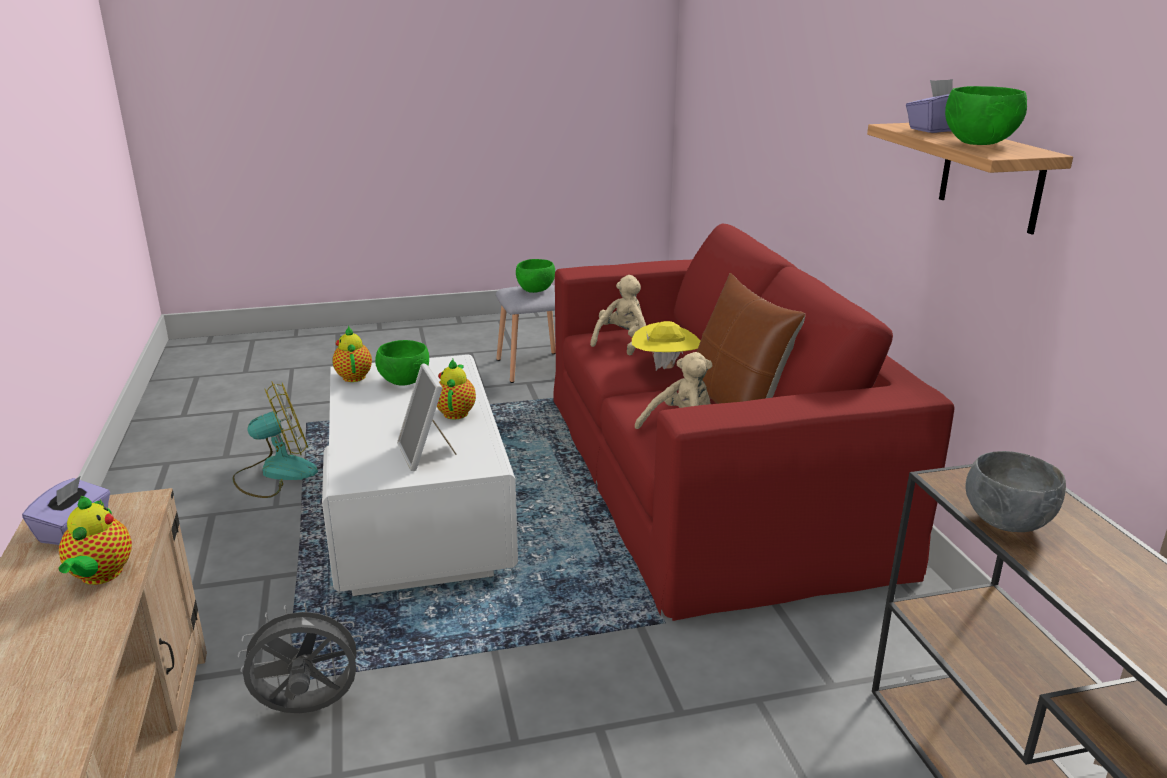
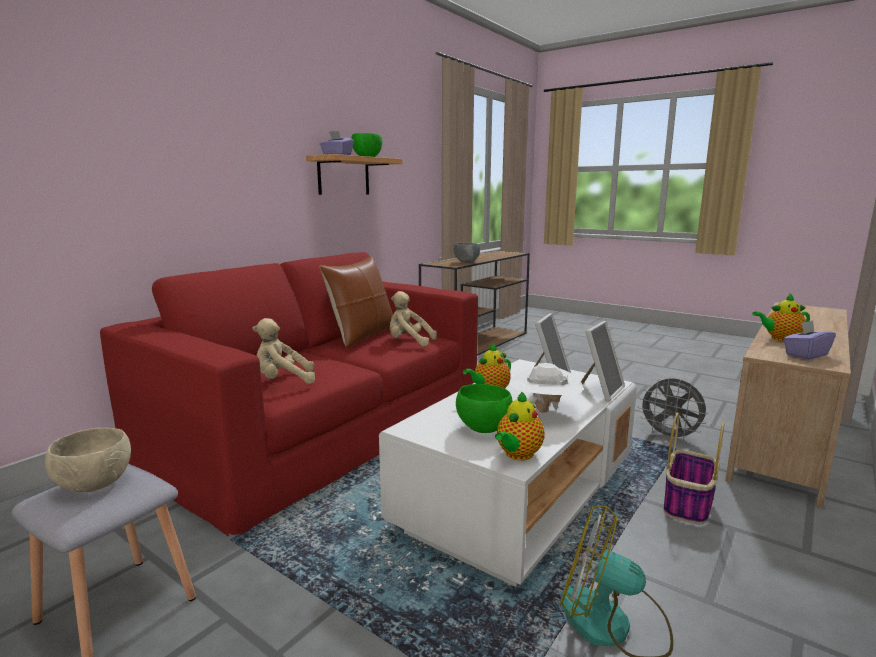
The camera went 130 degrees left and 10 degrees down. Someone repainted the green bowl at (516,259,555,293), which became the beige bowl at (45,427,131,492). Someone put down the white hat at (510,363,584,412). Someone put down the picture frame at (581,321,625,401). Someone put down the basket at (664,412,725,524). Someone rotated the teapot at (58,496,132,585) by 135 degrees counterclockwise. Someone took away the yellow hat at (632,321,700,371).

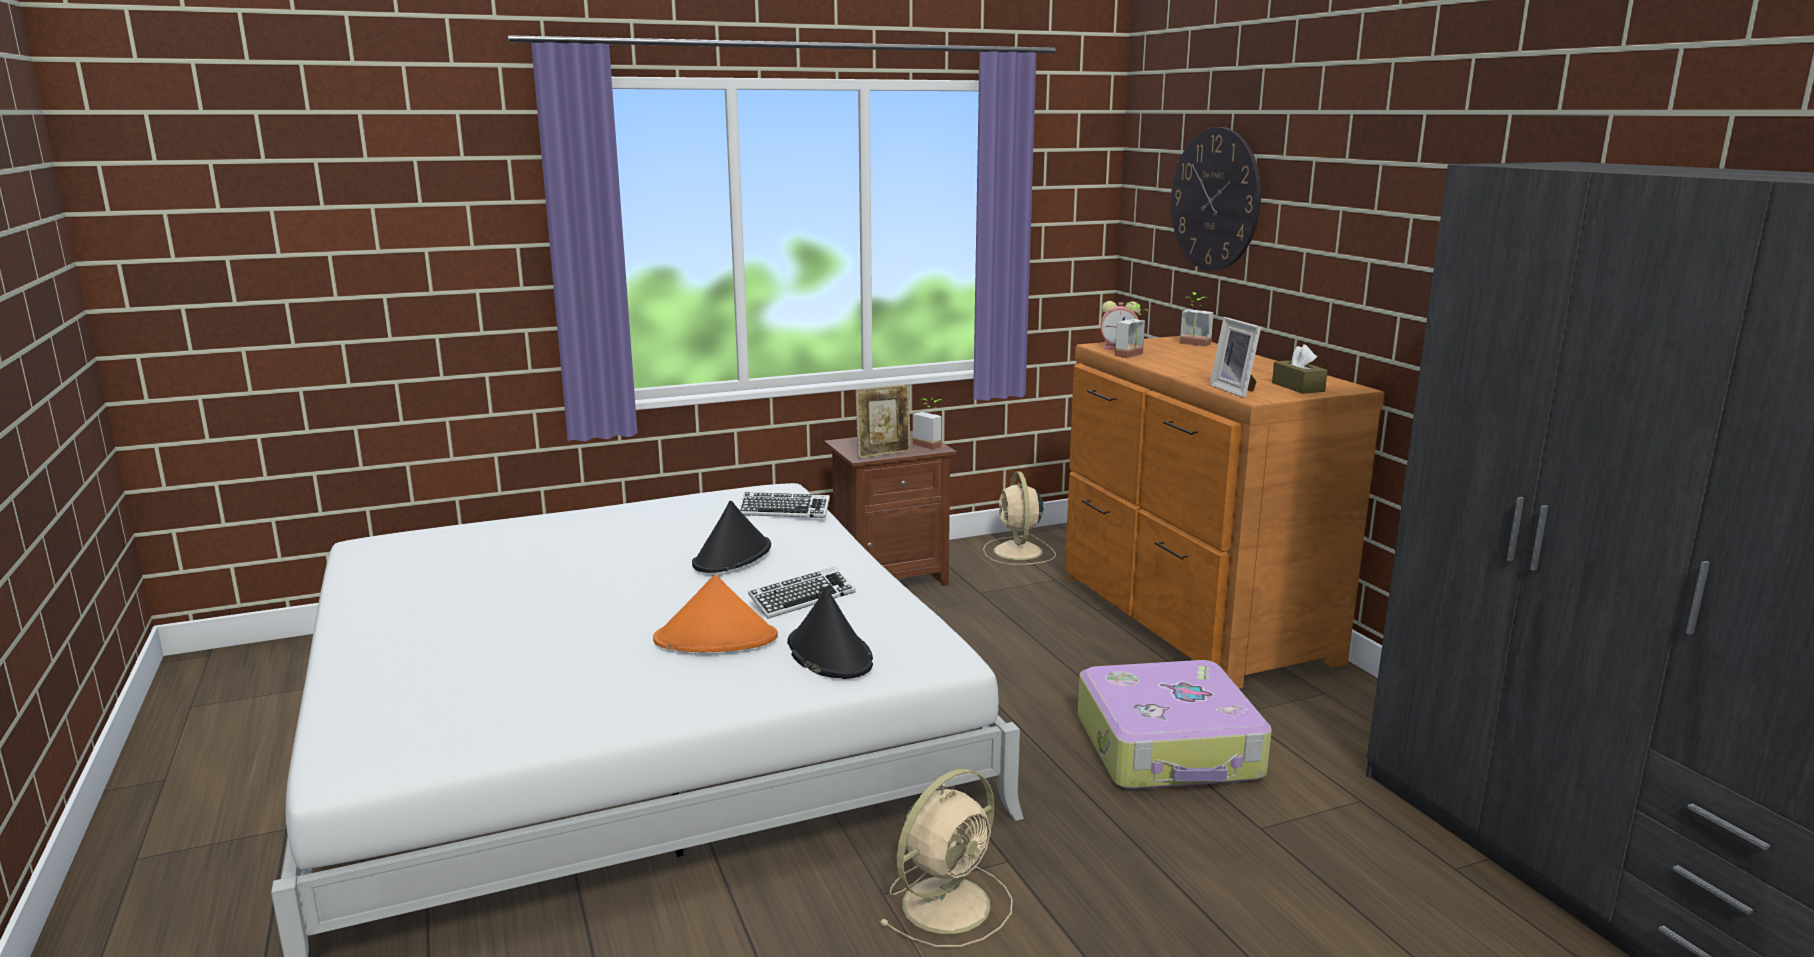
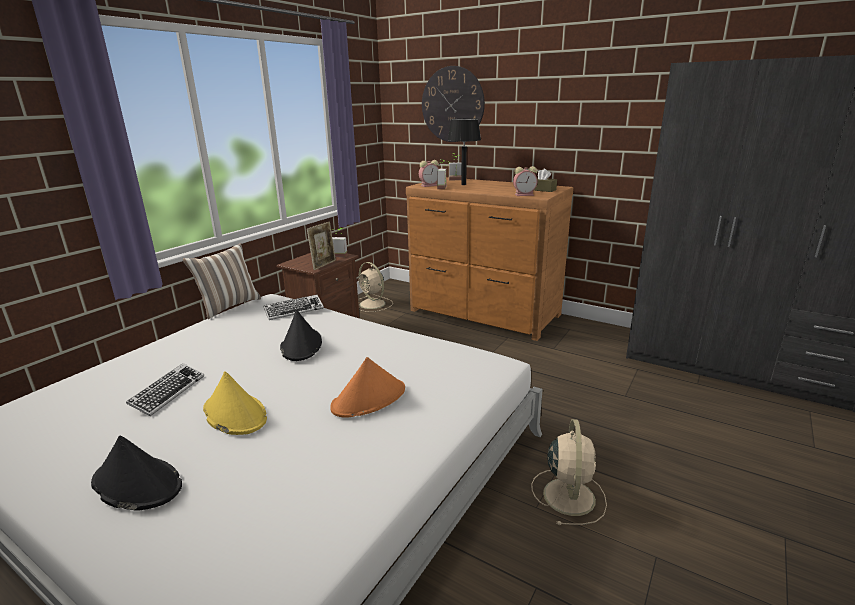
The camera went 35 degrees left and 5 degrees up. Someone carried the black hat from (787,588,873,679) to (91,436,182,511). Someone carried the keyboard from (748,567,855,619) to (126,363,204,416). Someone put down the pillow at (183,243,261,319). Someone put down the yellow hat at (203,372,267,435). Someone put down the black table lamp at (448,118,481,185). Someone swapped the picture frame at (1209,317,1261,398) for the alarm clock at (513,166,537,196). Someone took away the suitcase at (1078,660,1272,789).

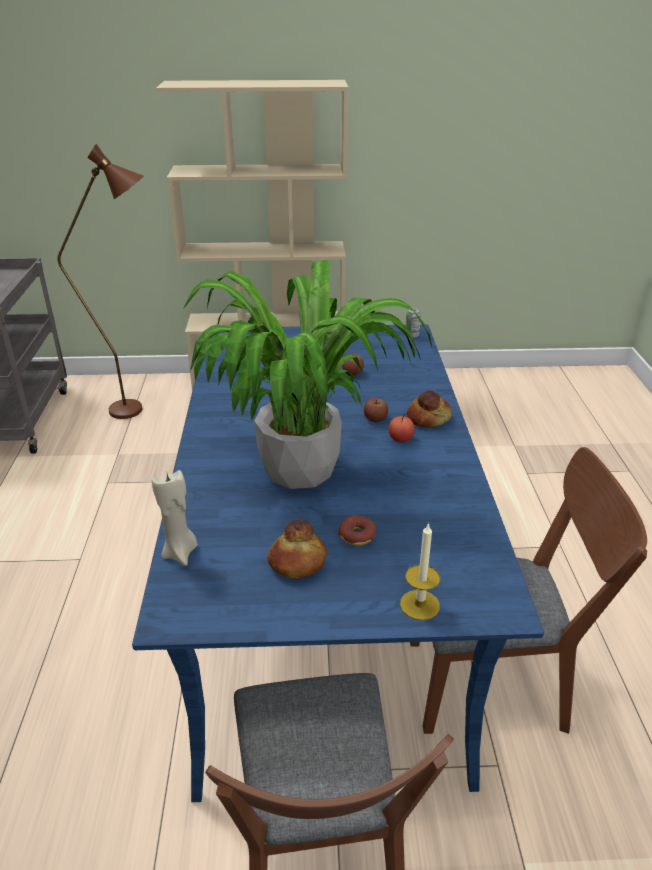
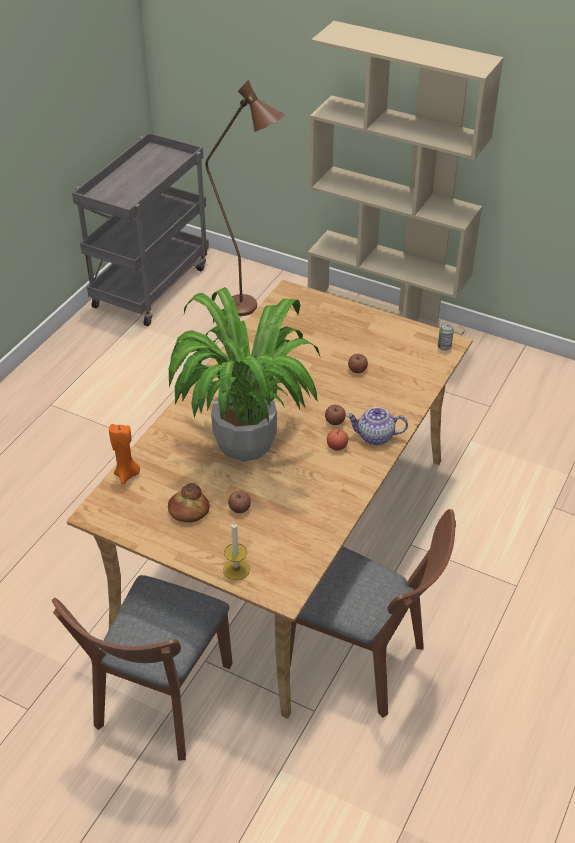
The camera went 30 degrees right and 10 degrees up. Someone repainted the blue dining table at (132,324,544,802), which became the beige dining table at (66,280,473,719). Someone repainted the beige candle at (152,470,198,566), which became the orange candle at (109,424,140,485). Someone swapped the donut at (338,515,376,546) for the apple at (228,491,251,513). Someone swapped the bread at (407,390,452,428) for the teapot at (346,407,408,445).

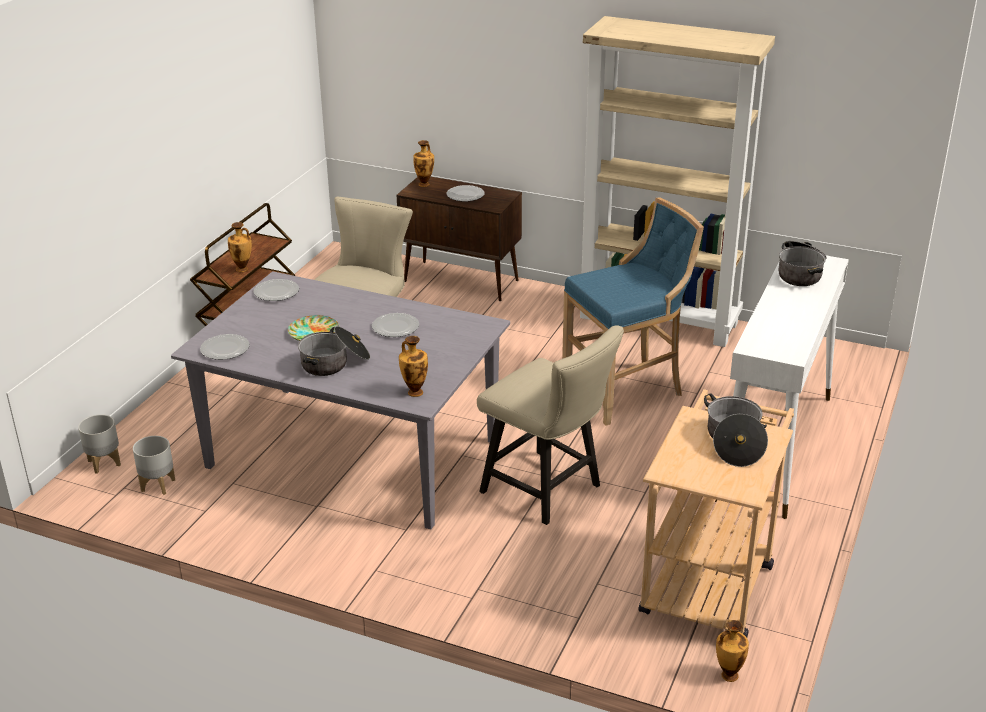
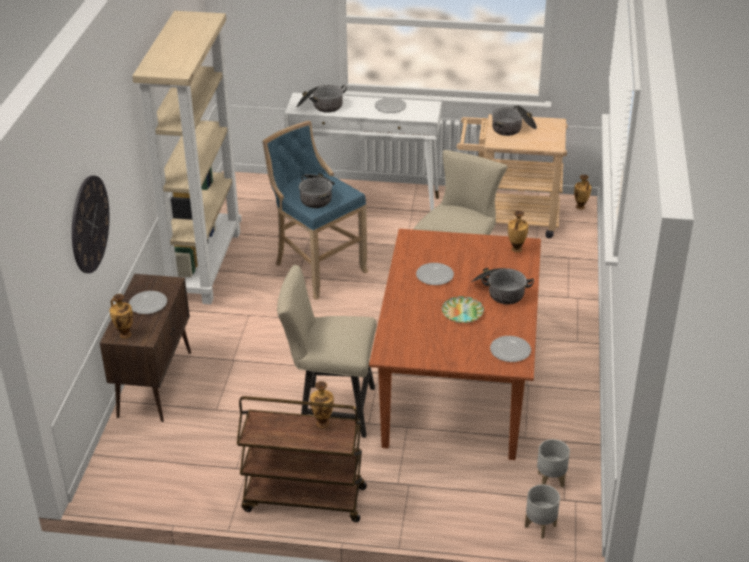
The camera went 105 degrees left and 5 degrees up. Someone put up the wall clock at (72,175,110,273). Someone put down the cooking pot at (299,173,335,208). Someone repainted the grey dining table at (171,271,510,529), which became the brown dining table at (369,229,541,460). Someone carried the plate from (254,279,299,301) to (375,97,406,113).

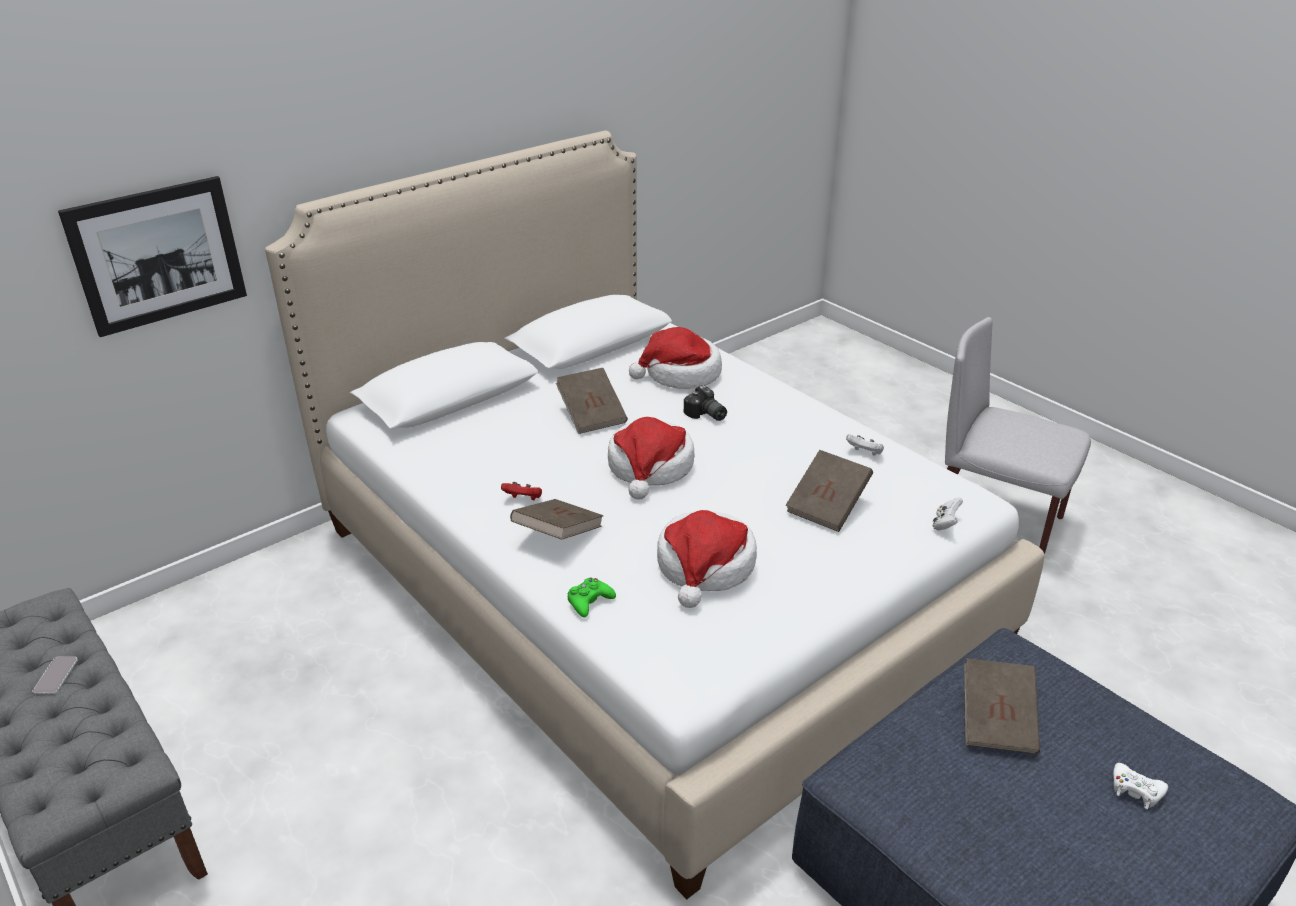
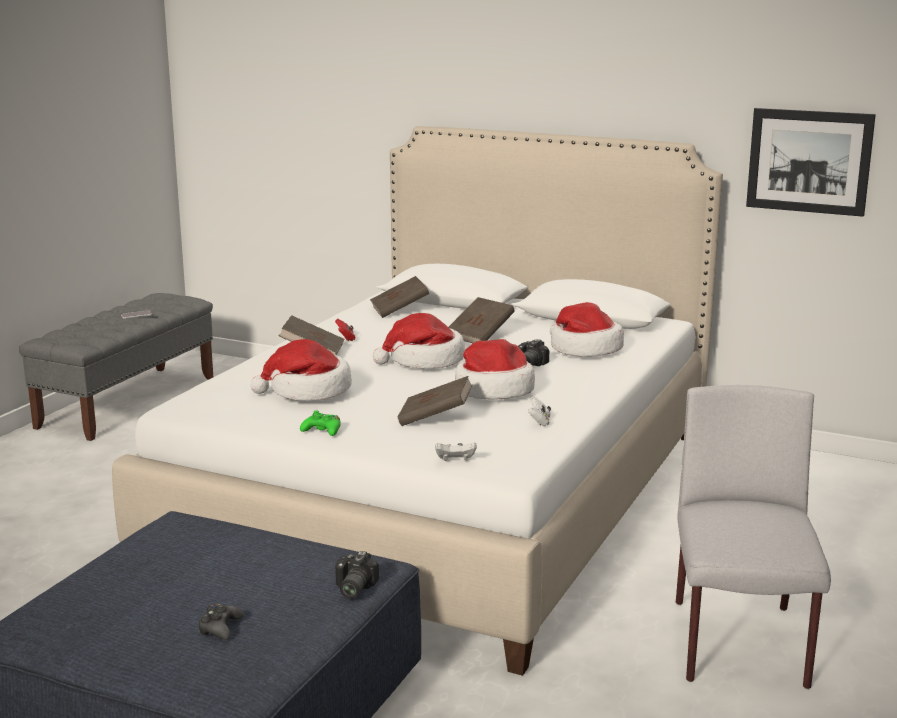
The camera went 65 degrees right and 15 degrees down. Someone repainted the white game controller at (1113,763,1168,809), which became the black game controller at (198,604,244,640). Someone carried the green game controller from (568,577,616,617) to (300,411,341,436). Someone put down the photo camera at (335,551,379,599). Someone carried the brown book from (964,658,1040,754) to (370,276,429,318). Someone put down the hat at (455,339,535,399). Someone carried the picture from (58,176,247,337) to (746,108,876,217).

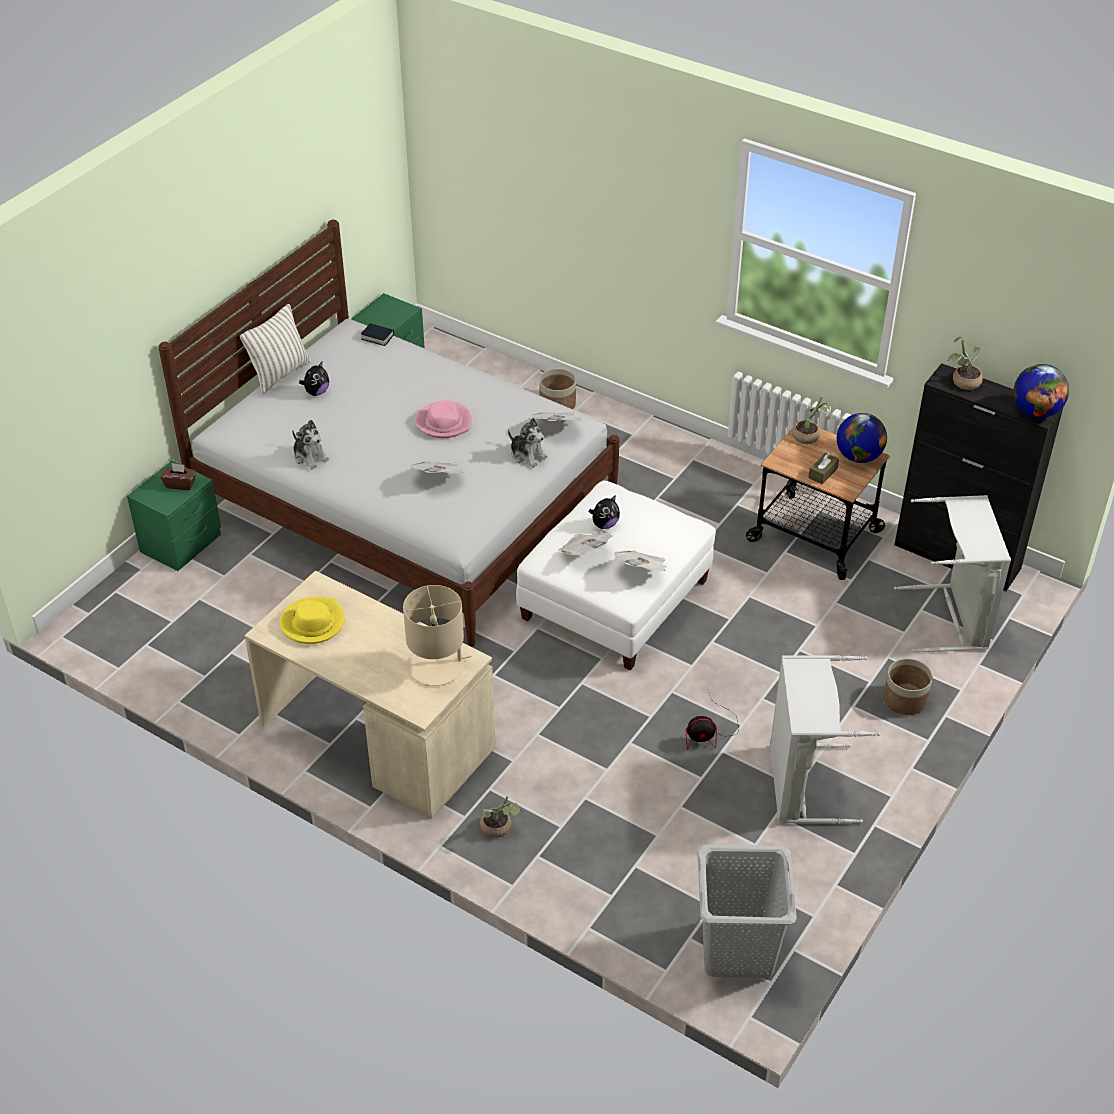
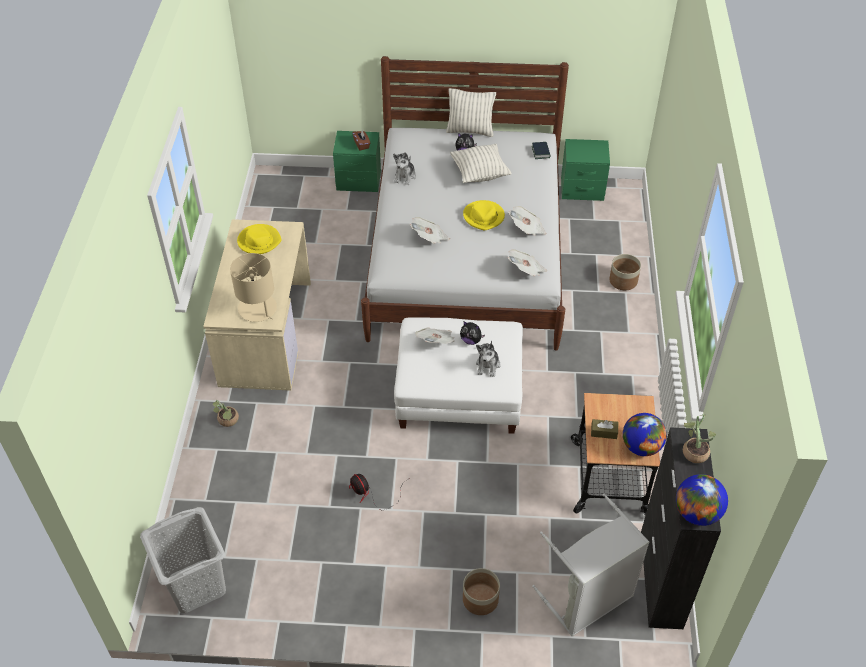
The camera went 60 degrees right and 5 degrees up. Someone put down the pillow at (450,144,511,183). Someone repainted the pink hat at (415,400,472,438), which became the yellow hat at (463,200,505,230). Someone carried the plush toy from (508,418,548,468) to (476,341,500,377). Someone carried the newspaper from (614,550,667,571) to (509,206,547,236). Someone took away the grey laundry basket at (770,655,881,824). Someone took away the potted plant at (792,396,830,444).

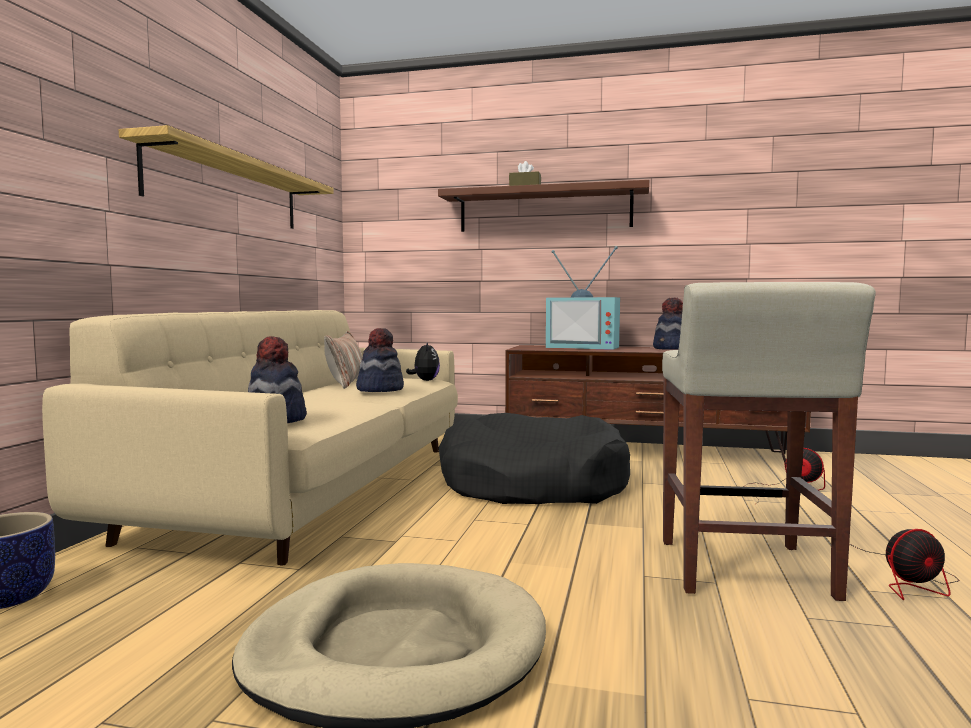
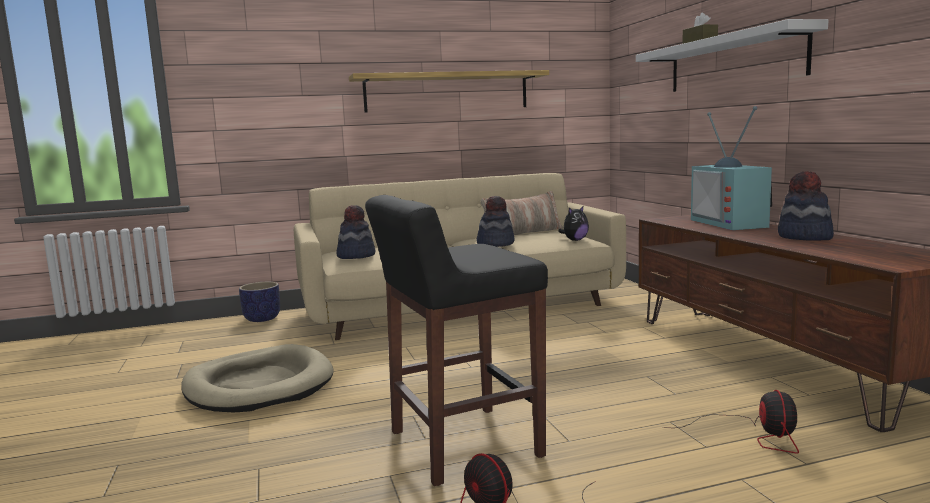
The camera went 60 degrees right and 5 degrees up. Someone repainted the beige stool at (662,282,876,601), which became the black stool at (365,195,548,486). Someone repainted the brown shelf at (438,180,649,232), which became the white shelf at (636,19,828,92). Someone took away the black dog bed at (439,413,630,504).

